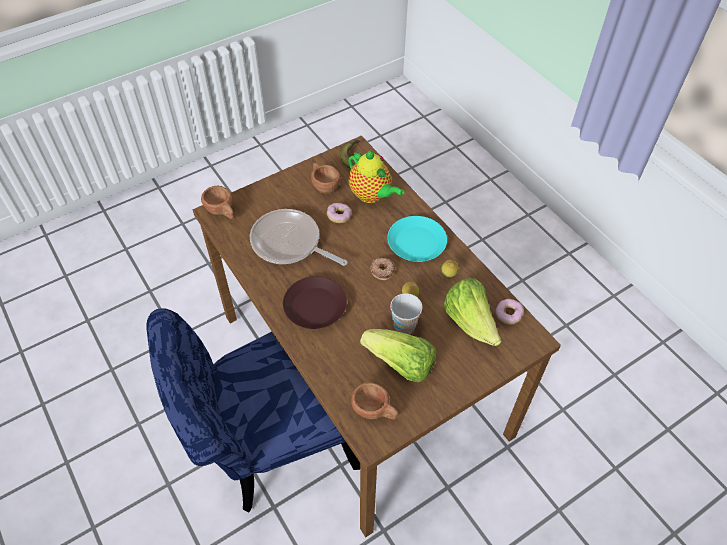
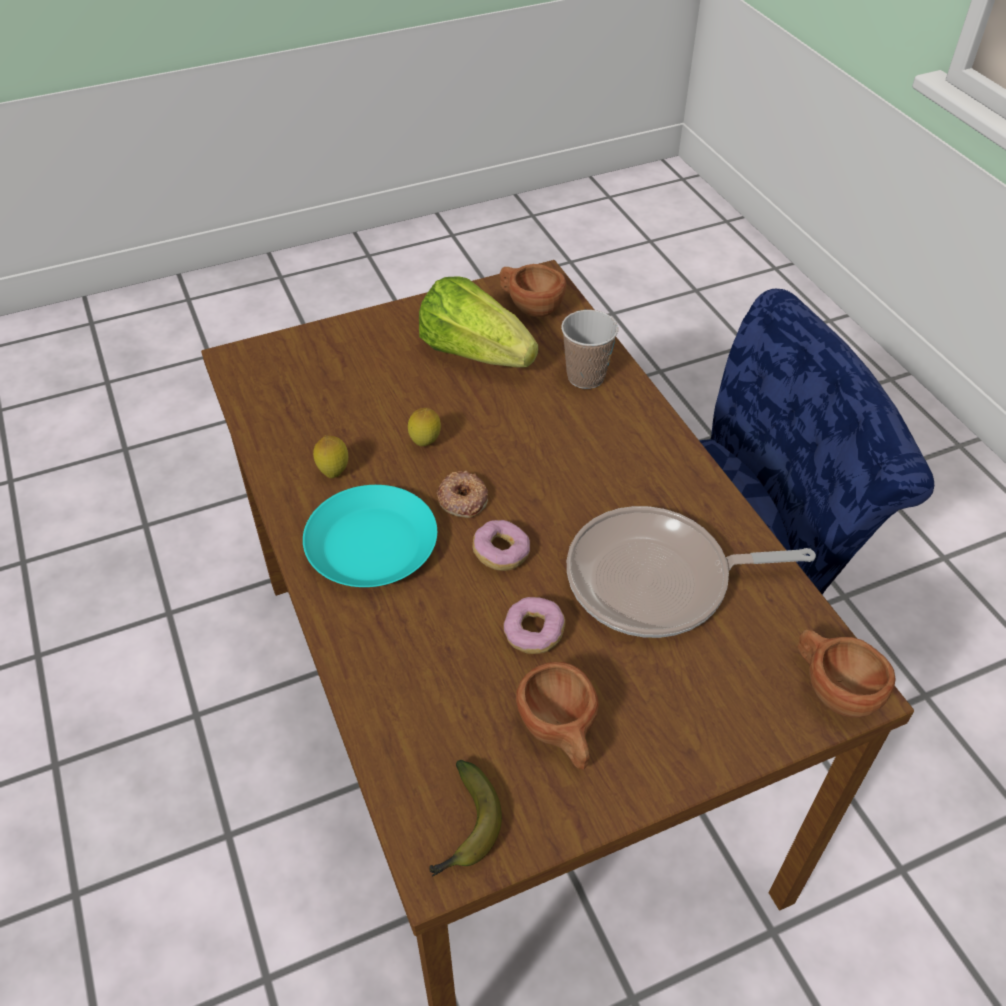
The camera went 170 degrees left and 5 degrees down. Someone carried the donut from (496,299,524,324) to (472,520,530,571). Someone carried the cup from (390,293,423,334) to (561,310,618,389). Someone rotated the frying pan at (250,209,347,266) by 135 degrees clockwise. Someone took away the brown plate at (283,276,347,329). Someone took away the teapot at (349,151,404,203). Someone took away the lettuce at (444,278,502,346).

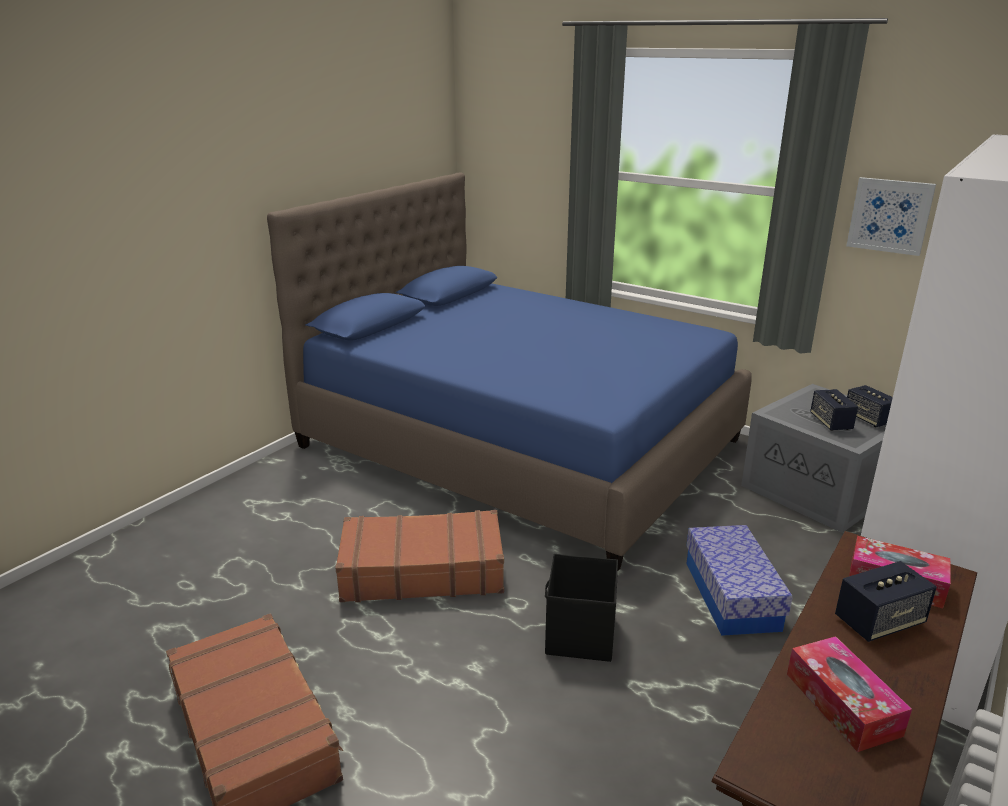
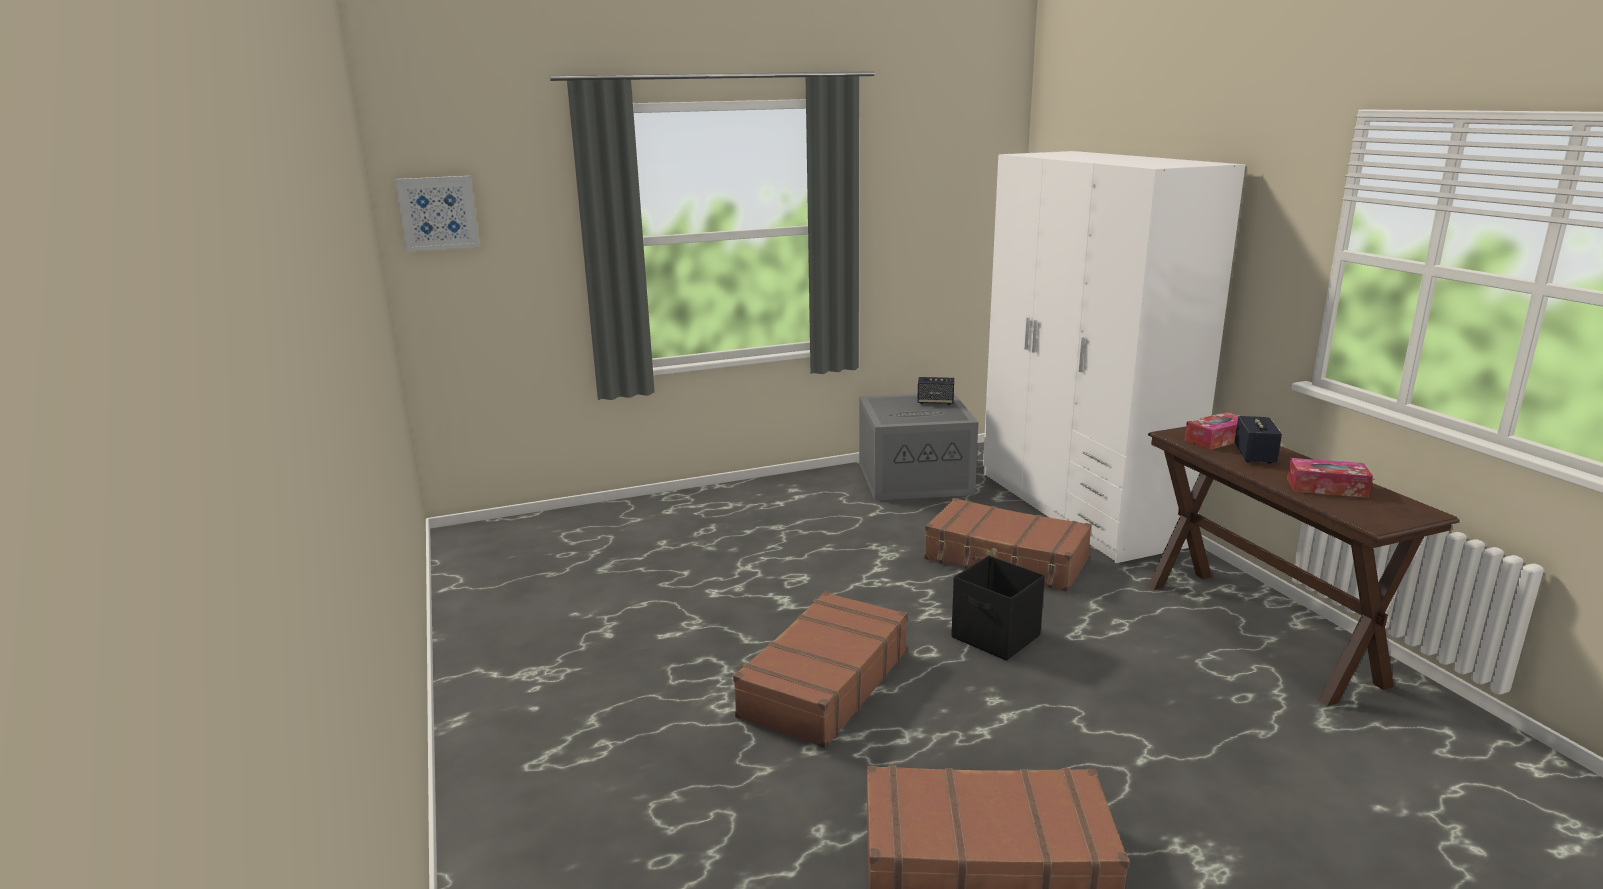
The camera went 55 degrees left and 5 degrees down. Someone carried the picture from (846,177,936,256) to (395,176,480,252). Someone swapped the storage box at (686,525,793,636) for the brown suitcase at (924,498,1092,592). Someone took away the blue bed at (267,172,752,570). Someone took away the speaker at (810,389,858,431).

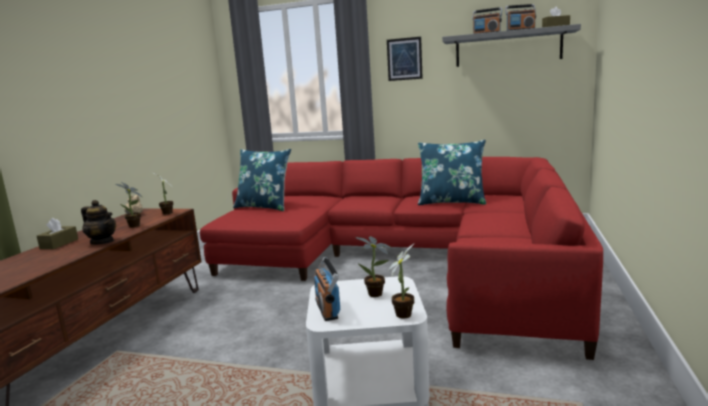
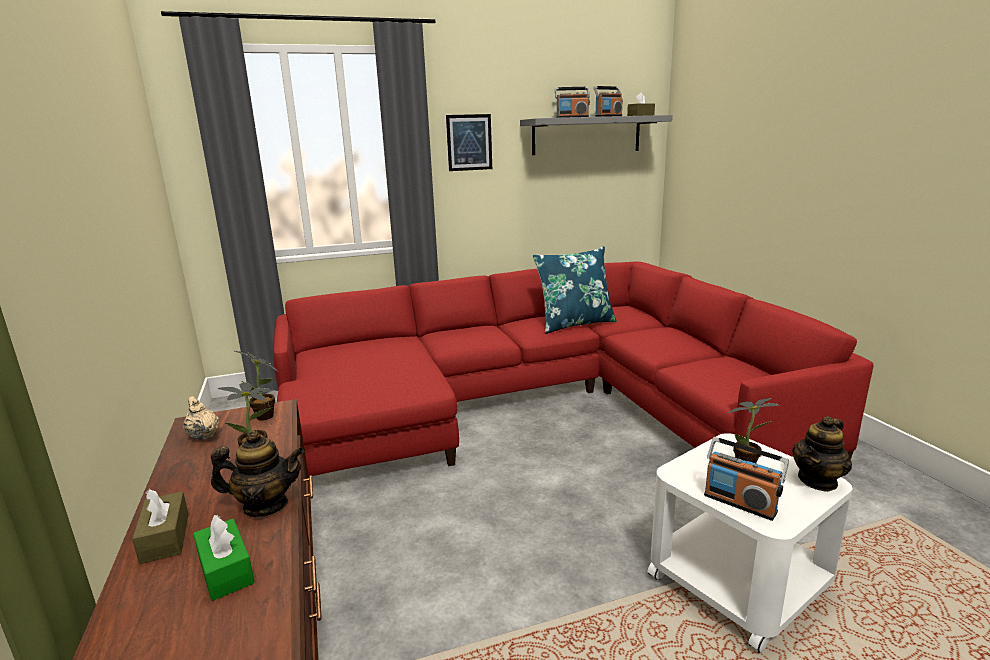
The camera went 35 degrees left and 5 degrees up. Someone put down the green tissue box at (193,515,255,601). Someone swapped the potted plant at (388,243,415,318) for the teapot at (792,416,852,492). Someone took away the blue pillow at (233,149,291,211).

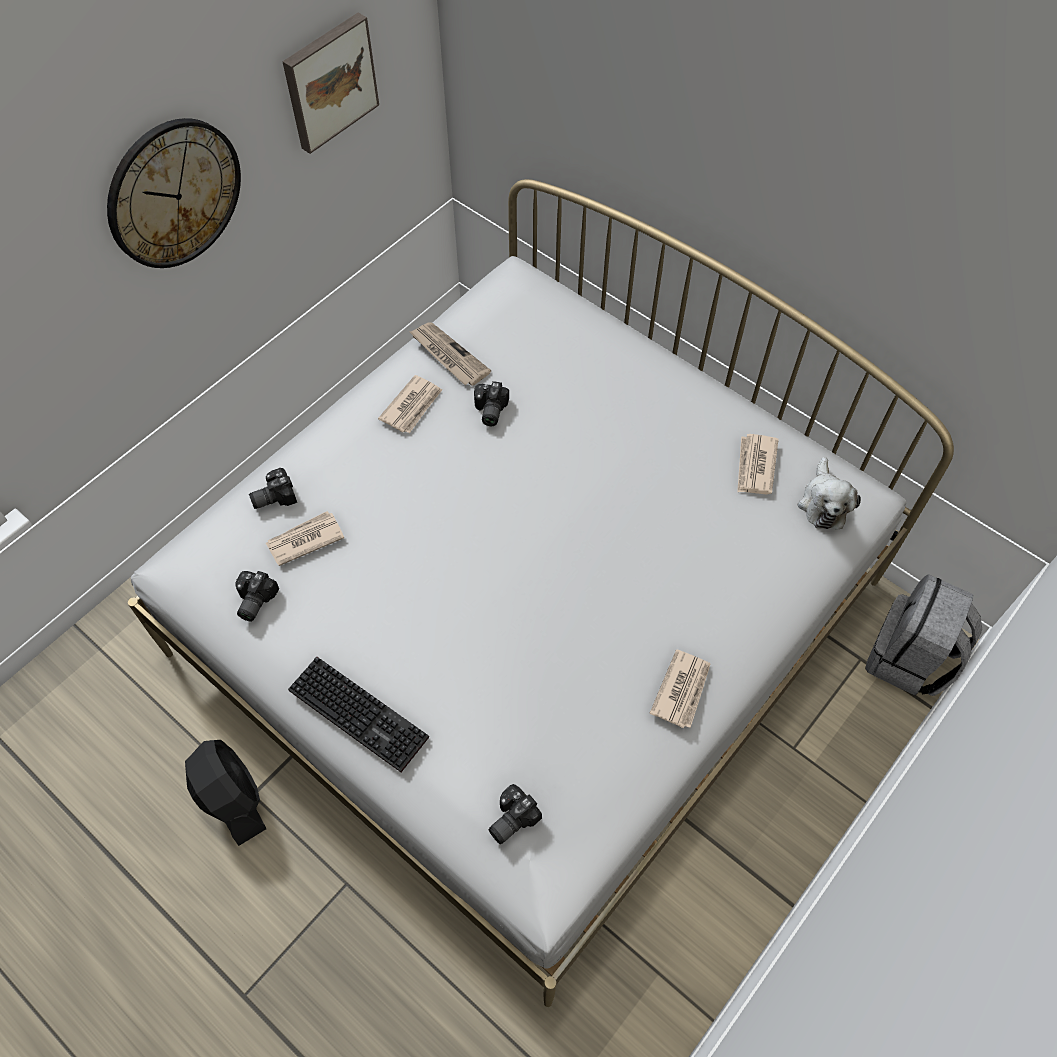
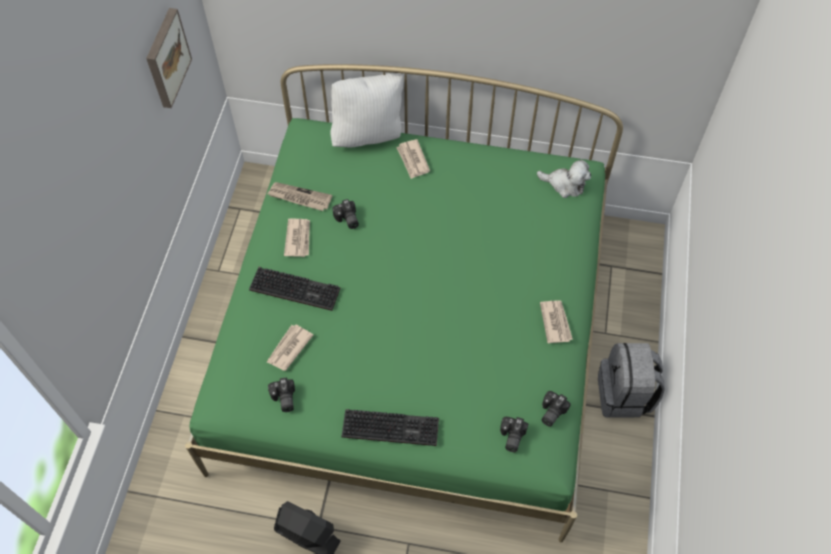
The camera went 30 degrees left and 0 degrees up. Someone repainted the white bed at (128,179,954,1007), which became the green bed at (185,64,623,542). Someone put down the keyboard at (249,267,340,311). Someone put down the white pillow at (330,73,404,147). Someone carried the newspaper from (737,434,779,495) to (396,139,430,179). Someone rotated the plush toy at (798,457,861,530) by 45 degrees counterclockwise. Someone carried the photo camera from (249,468,297,509) to (542,391,571,427). Someone carried the grey backpack from (865,574,982,696) to (598,343,665,418). Someone took away the wall clock at (107,118,241,268).

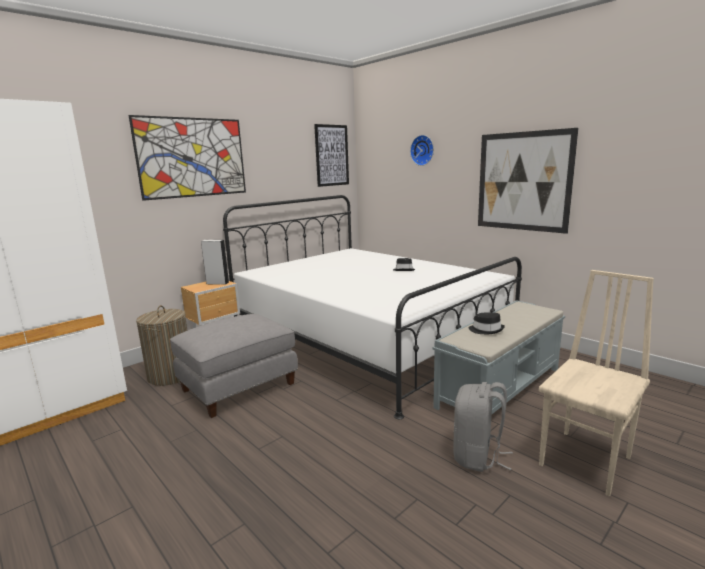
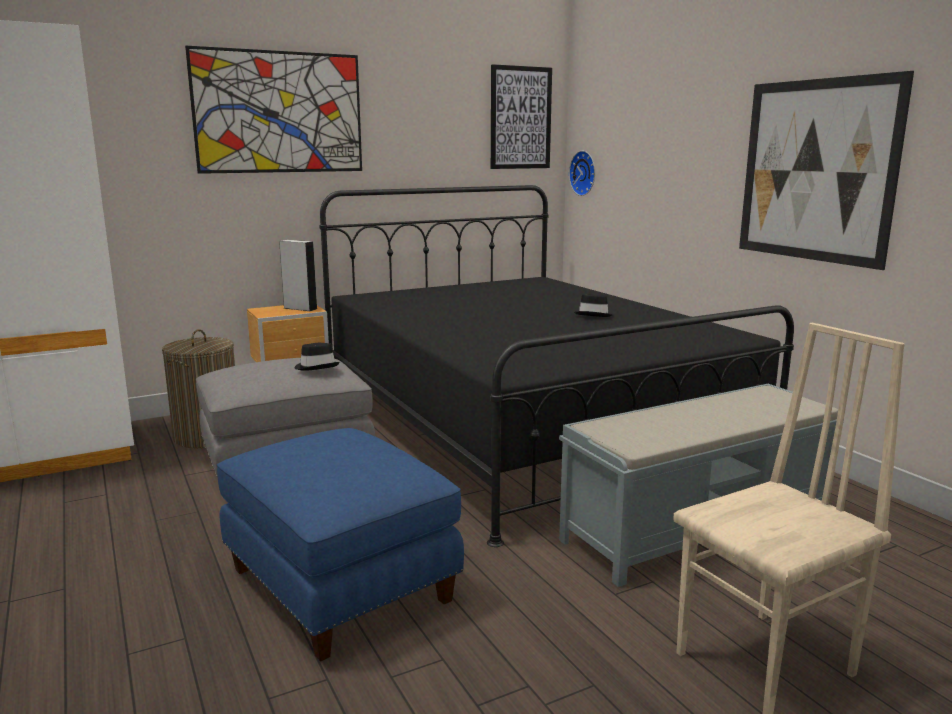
The camera went 15 degrees right and 0 degrees up. Someone put down the blue ottoman at (217,428,464,662). Someone carried the black hat from (469,313,505,334) to (295,343,340,371). Someone repainted the white bed at (223,195,522,419), which became the black bed at (319,185,794,547). Someone carried the wall clock from (410,135,434,166) to (569,151,595,196). Someone took away the grey backpack at (453,382,513,472).

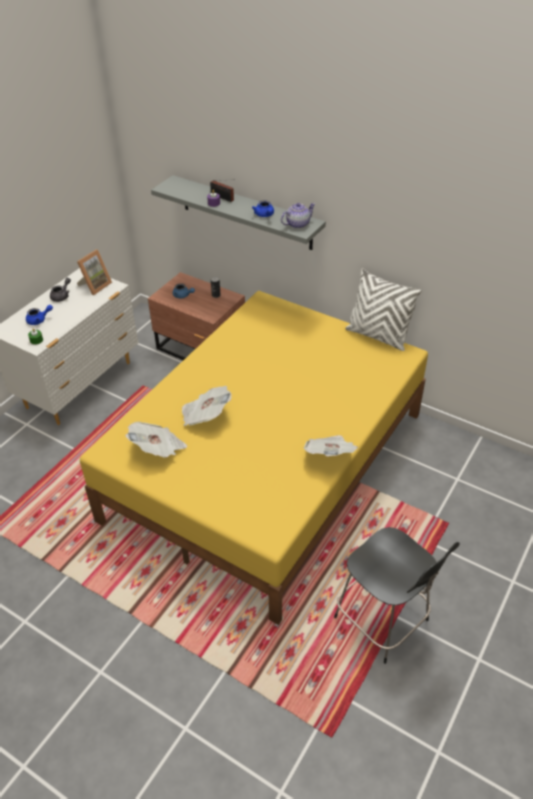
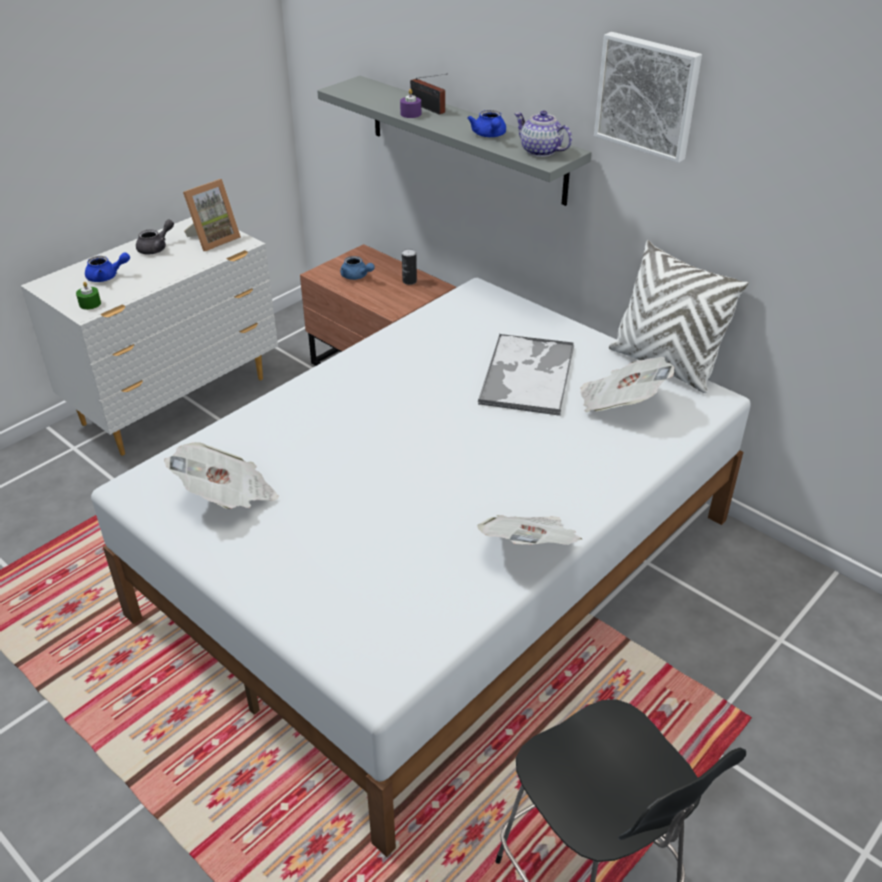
The camera went 10 degrees right and 5 degrees down. Someone repainted the yellow bed at (80,291,428,625), which became the white bed at (91,278,751,857). Someone put down the tray at (478,334,574,416). Someone rotated the teapot at (281,203,315,229) by 120 degrees counterclockwise. Someone carried the newspaper from (182,386,231,426) to (580,357,674,412). Someone put up the picture at (594,32,702,163).

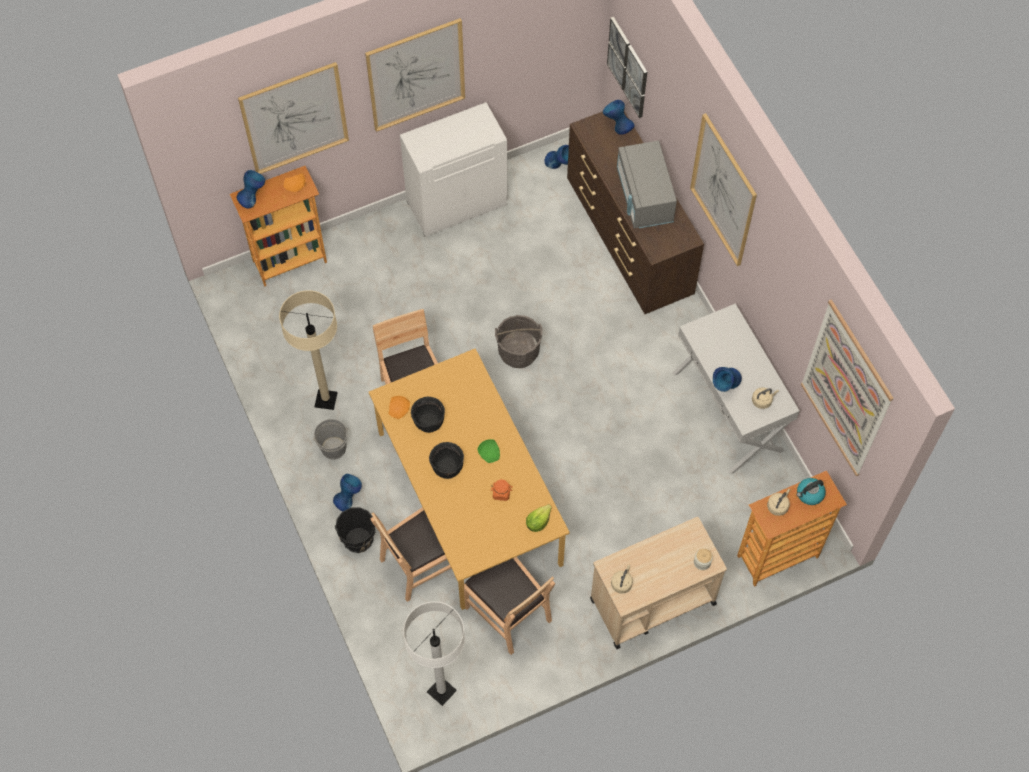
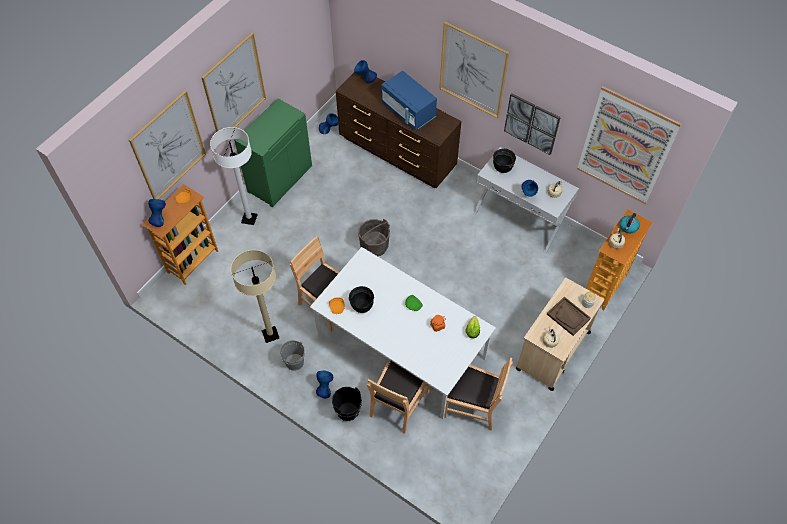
The camera went 30 degrees left and 5 degrees down. Someone carried the white floor lamp from (403,601,465,706) to (210,127,258,225). Someone repainted the white cabinet at (400,102,508,237), which became the green cabinet at (234,98,312,207). Someone repainted the orange dining table at (369,349,570,610), which became the white dining table at (310,247,496,419). Someone repainted the grey microwave at (617,141,677,229), which became the blue microwave at (382,71,437,130). Someone carried the black cooking pot from (429,442,464,479) to (493,149,516,173). Someone carried the picture from (607,17,647,118) to (504,93,561,155). Someone put down the brown tray at (547,297,591,336).

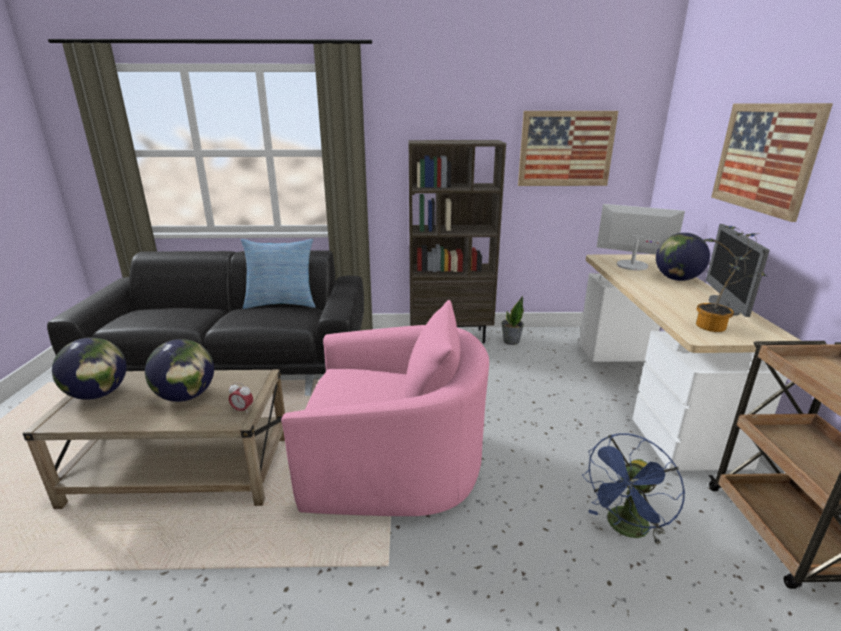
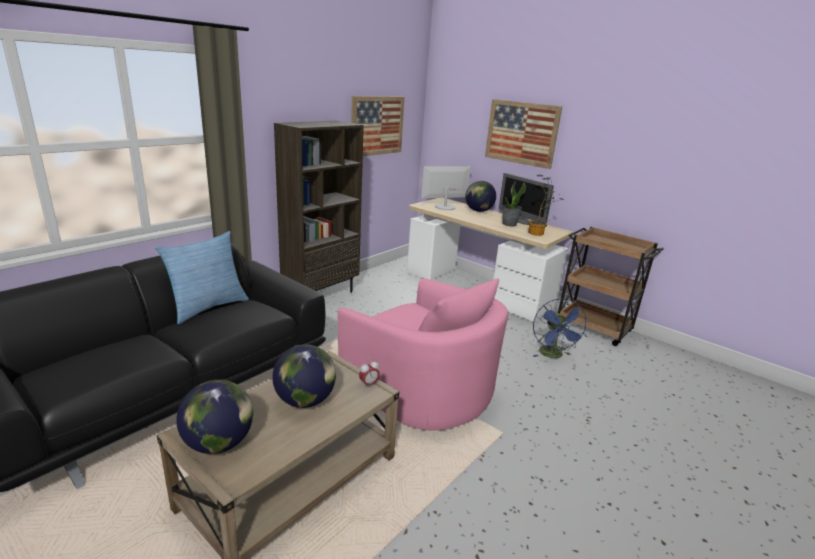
The camera went 50 degrees left and 0 degrees up. Someone rotated the pink armchair at (281,300,489,516) by 90 degrees clockwise. Someone carried the potted plant from (501,296,524,345) to (502,182,526,226).

